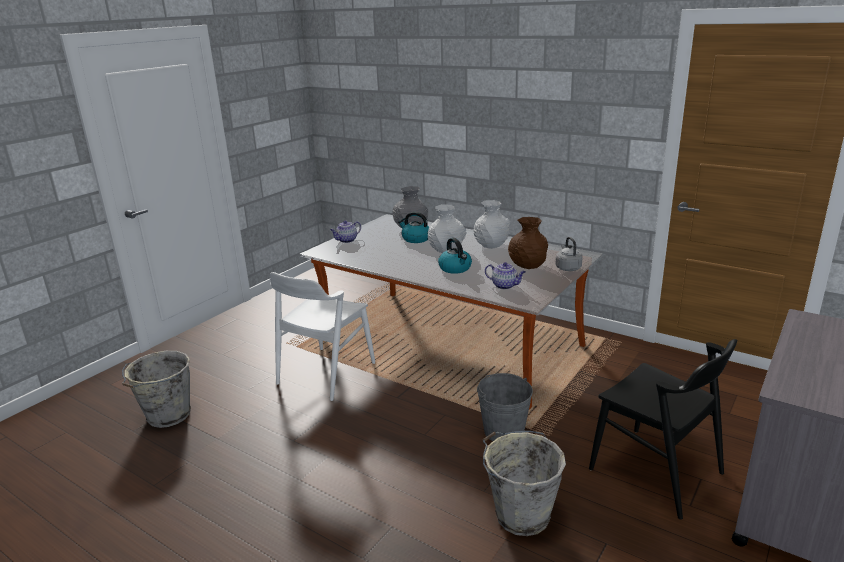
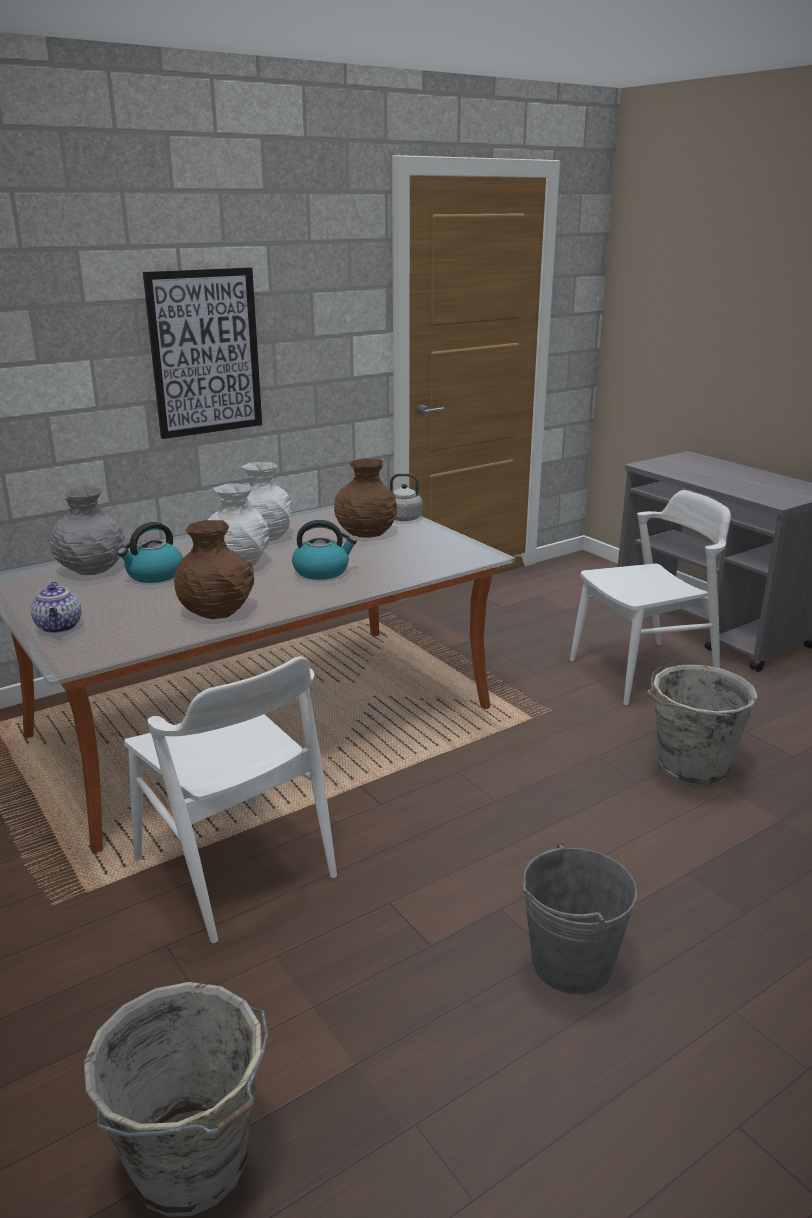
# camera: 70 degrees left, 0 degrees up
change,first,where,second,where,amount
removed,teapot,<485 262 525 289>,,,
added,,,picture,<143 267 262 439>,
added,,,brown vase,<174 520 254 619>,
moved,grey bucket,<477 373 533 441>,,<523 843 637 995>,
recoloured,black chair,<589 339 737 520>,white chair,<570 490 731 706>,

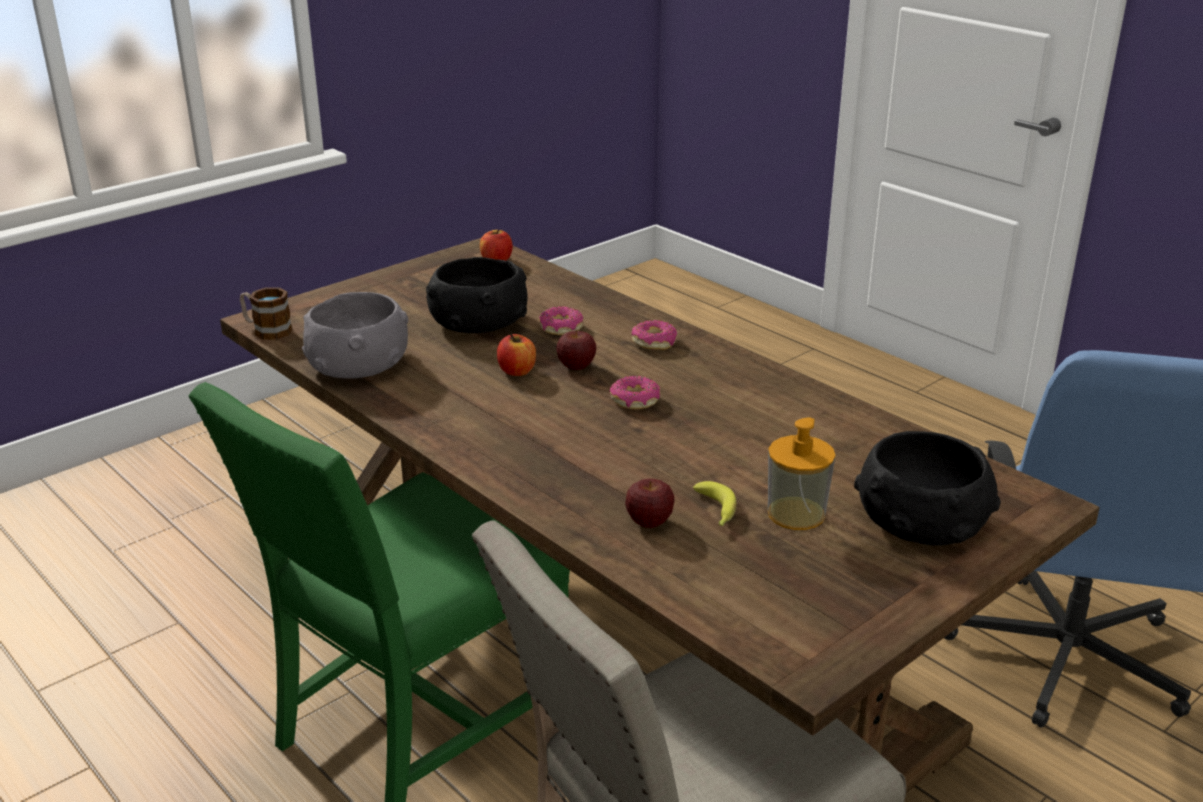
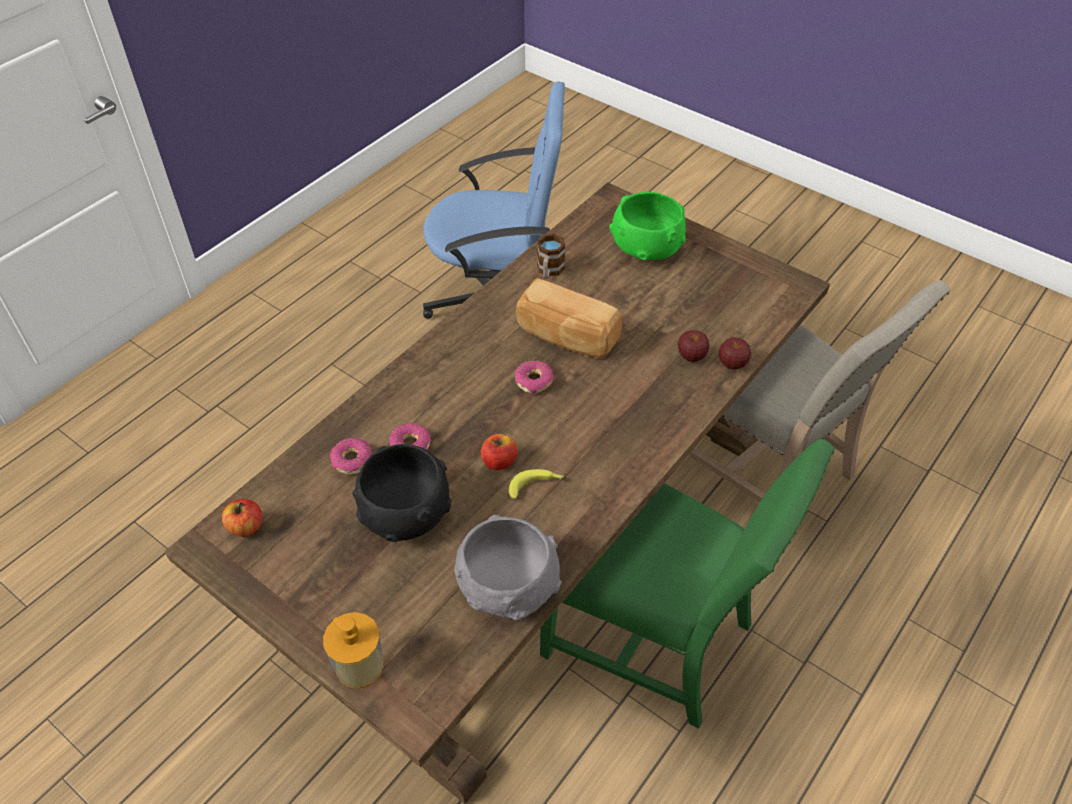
# camera: 100 degrees left, 20 degrees up
change,first,where,second,where,amount
added,,,bread,<516 278 622 358>,
moved,mug,<240 287 292 340>,,<537 234 565 279>,
moved,apple,<556 330 597 370>,,<719 338 751 369>,
moved,donut,<632 320 677 350>,,<330 438 372 475>,
moved,banana,<693 481 736 526>,,<509 469 564 499>,
moved,soap dispenser,<768 417 835 530>,,<323 612 383 689>,
recoloured,black bowl,<854 431 1001 546>,green bowl,<609 192 686 260>,

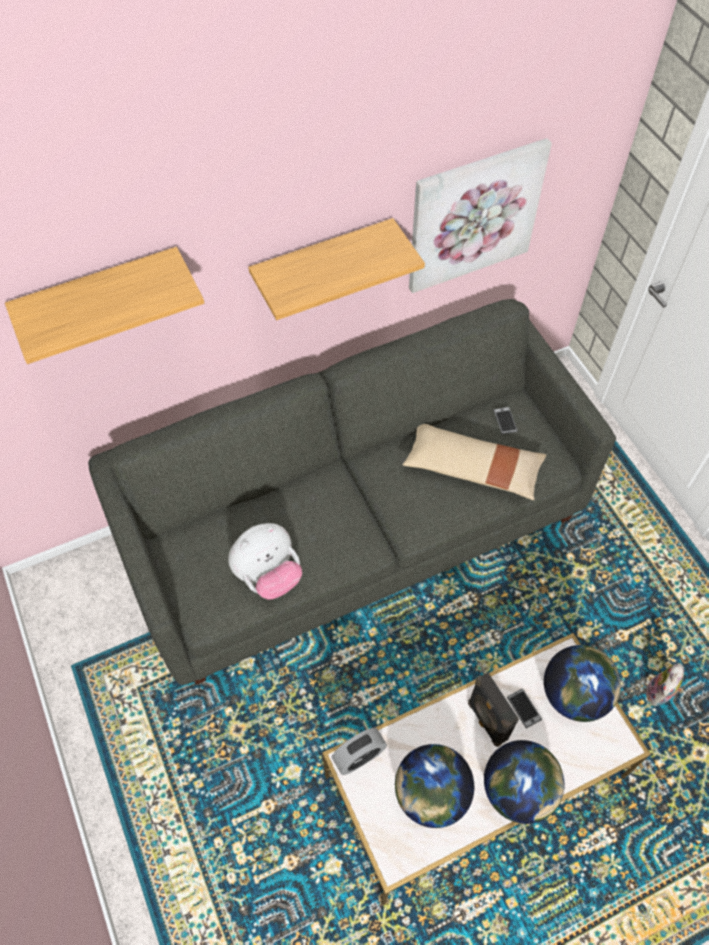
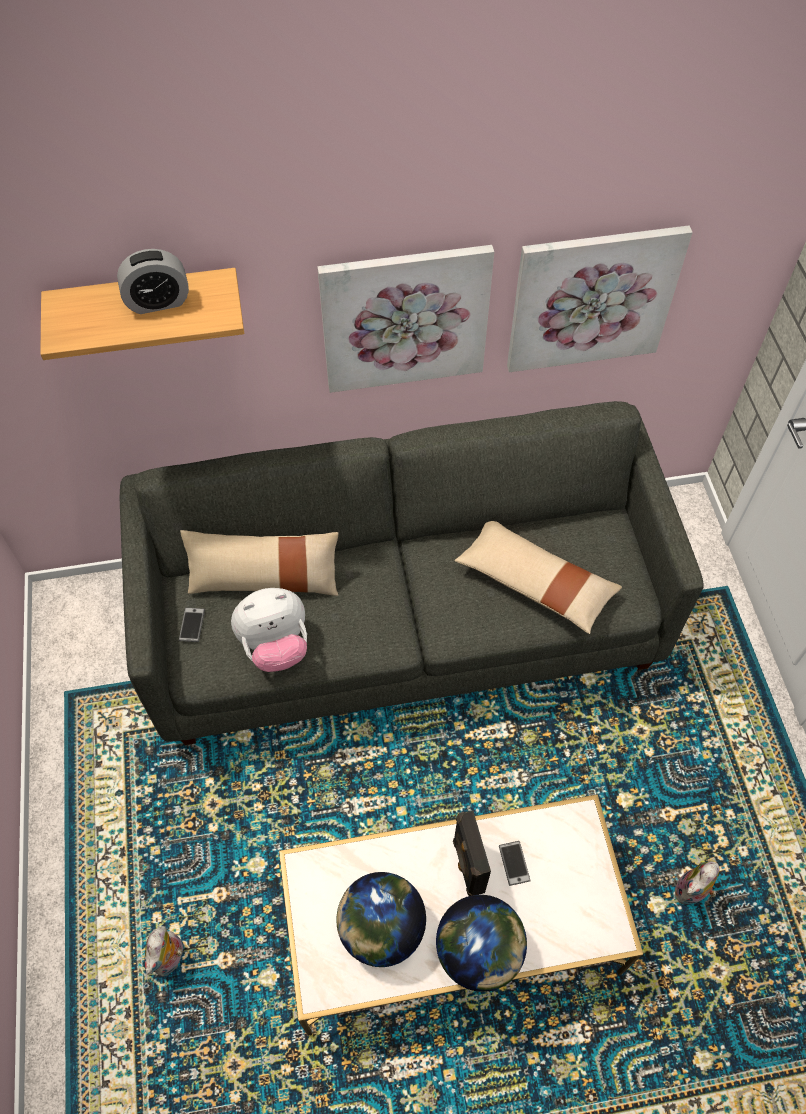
# camera: 15 degrees right, 0 degrees up
change,first,where,second,where,amount
removed,globe,<544 645 621 722>,,,
added,,,plush toy,<144 926 184 977>,
added,,,beige pillow,<180 530 338 596>,
moved,alarm clock,<332 727 387 775>,,<117 249 189 314>,
moved,phone,<493 407 518 435>,,<179 608 205 642>,
replaced,shelf,<248 218 425 320>,picture,<317 245 494 393>,

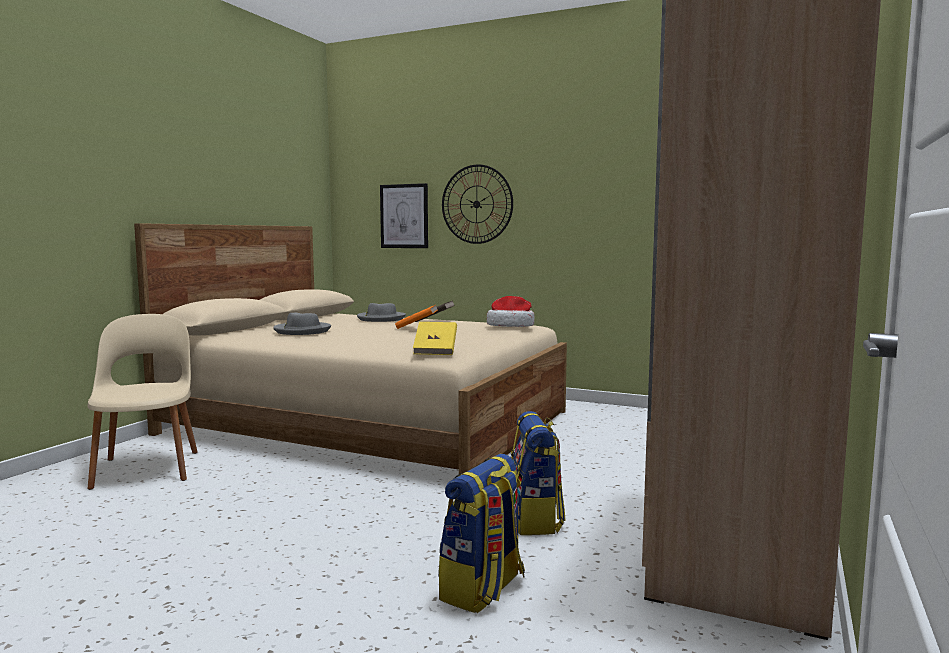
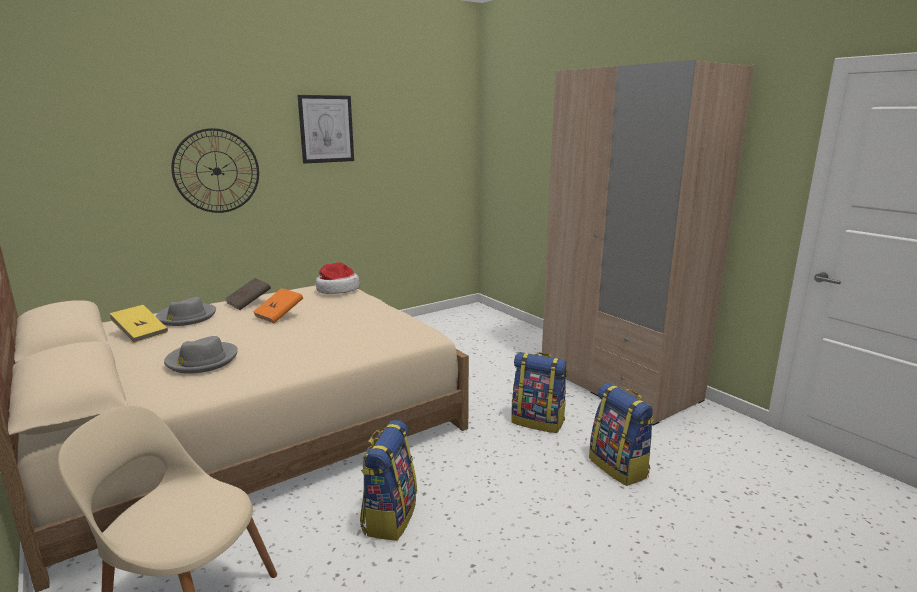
# camera: 60 degrees left, 10 degrees up
change,first,where,second,where,amount
added,,,backpack,<360 420 417 541>,
moved,picture,<380 183 428 248>,,<297 95 354 163>,
moved,yellow book,<413 322 457 355>,,<109 305 168 343>,

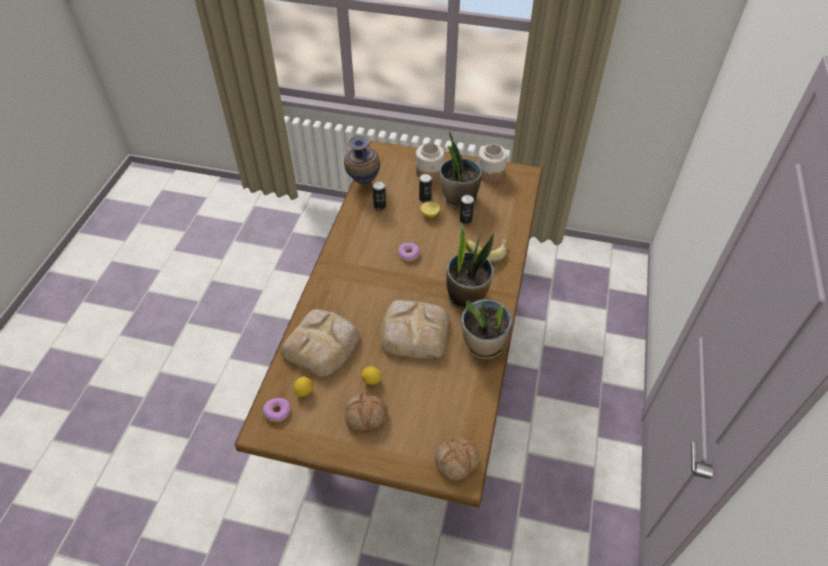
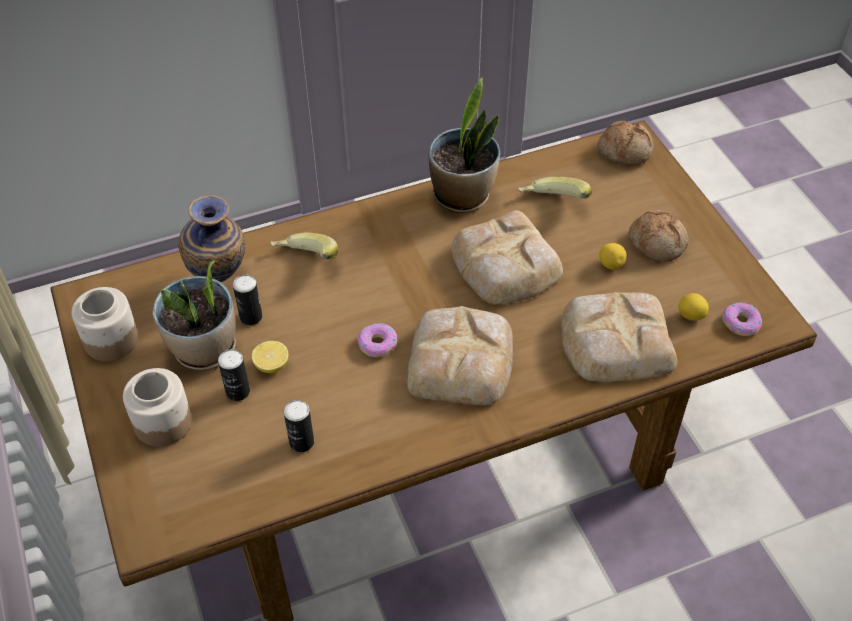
# camera: 125 degrees left, 0 degrees up
change,first,where,second,where,amount
removed,potted plant,<446 223 494 309>,,,
added,,,bread,<407 306 513 405>,
added,,,banana,<517 177 592 199>,
moved,vase,<344 135 380 185>,,<178 195 245 282>,

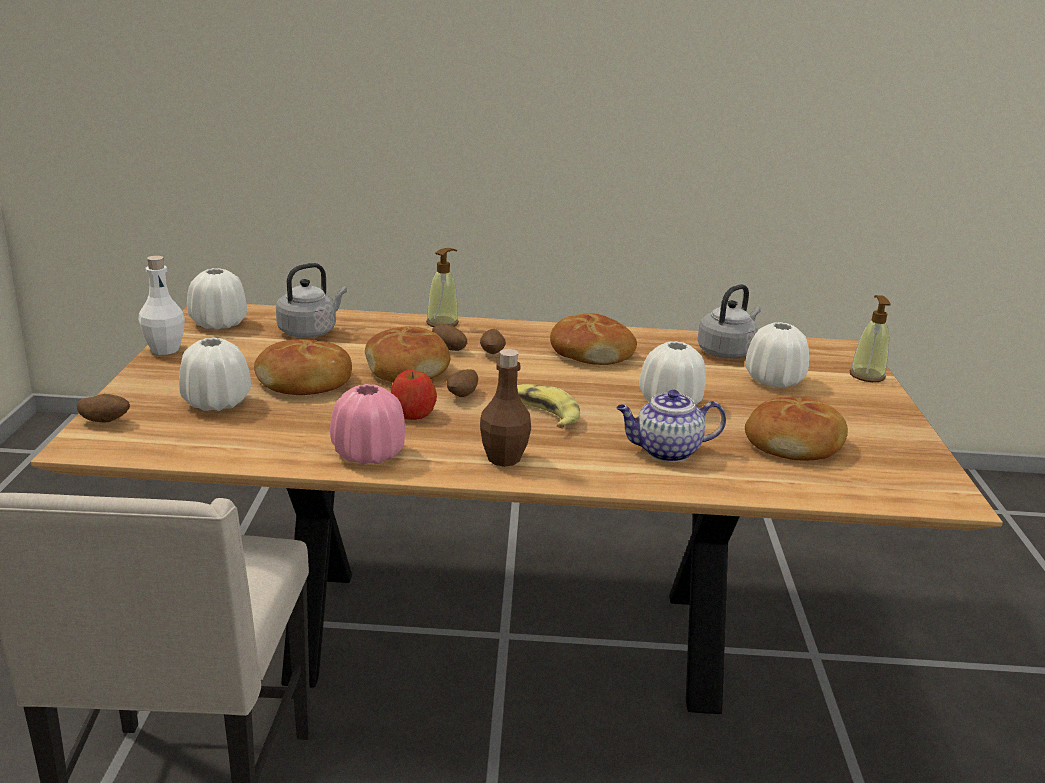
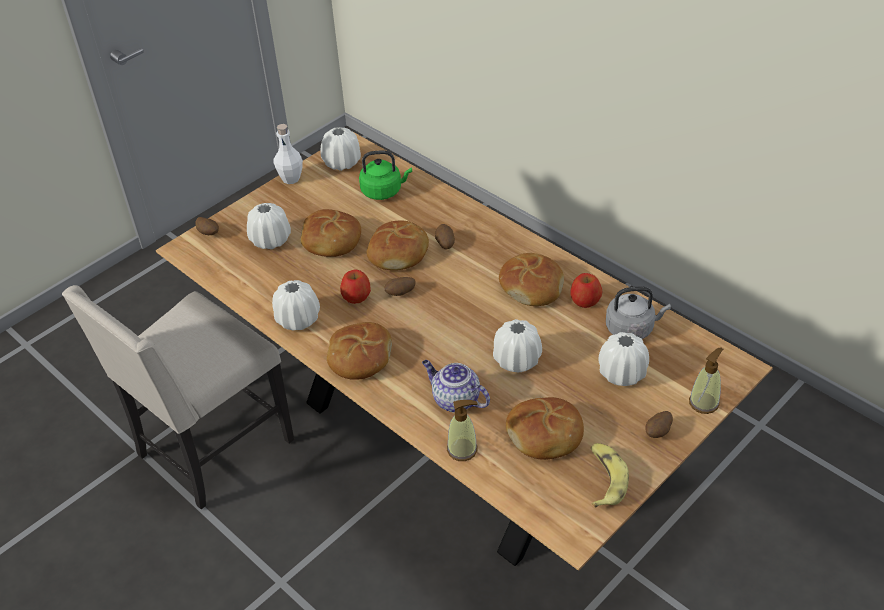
# camera: 45 degrees right, 20 degrees up
change,first,where,second,where,amount
added,,,apple,<570 273 603 308>,
moved,soap dispenser,<426 248 459 327>,,<447 400 478 461>,
moved,potato,<480 329 506 354>,,<646 411 673 438>,
moved,banana,<517 384 580 428>,,<591 443 629 508>,
replaced,brown bottle,<480 349 531 467>,bread,<327 322 392 380>,
recoloured,grey kettle,<276 263 347 338>,green kettle,<359 151 412 200>,
recoloured,pink vase,<330 384 405 465>,white vase,<272 280 320 331>,

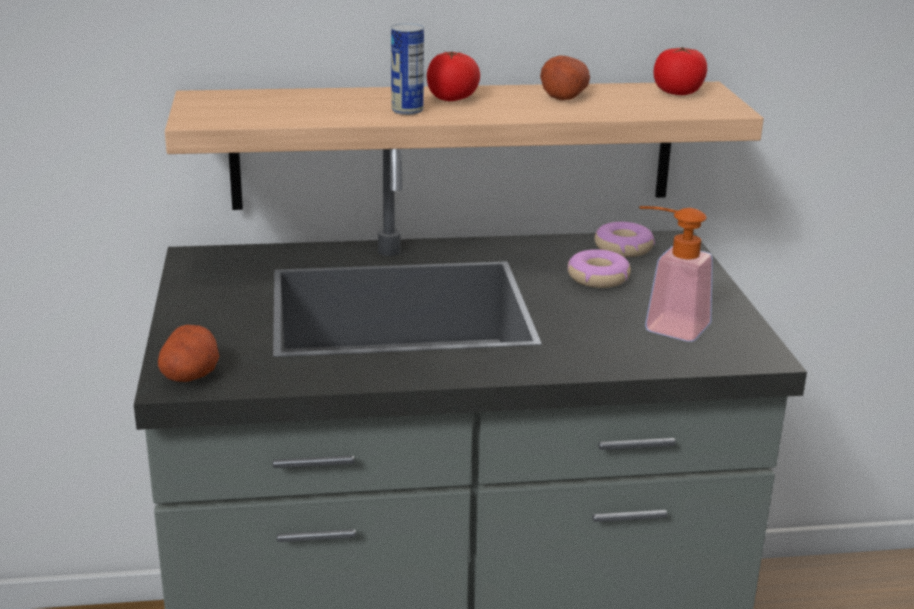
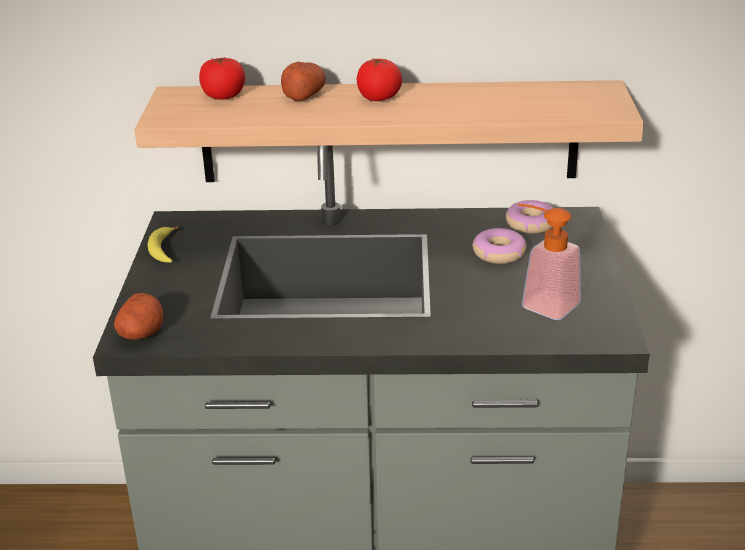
# camera: 10 degrees right, 5 degrees up
change,first,where,second,where,amount
removed,can,<391 23 424 115>,,,
added,,,banana,<148 226 178 263>,
moved,potato,<540 55 590 100>,,<281 62 326 101>,
moved,tomato,<654 47 707 95>,,<199 57 245 100>,

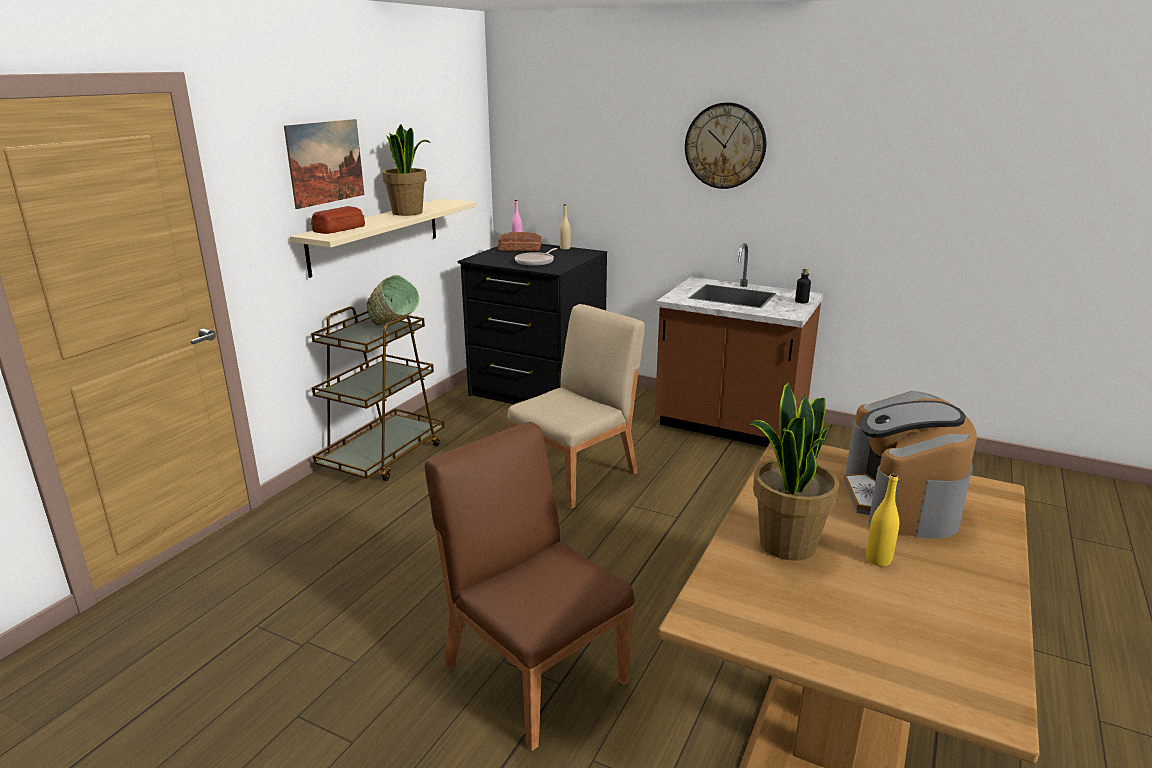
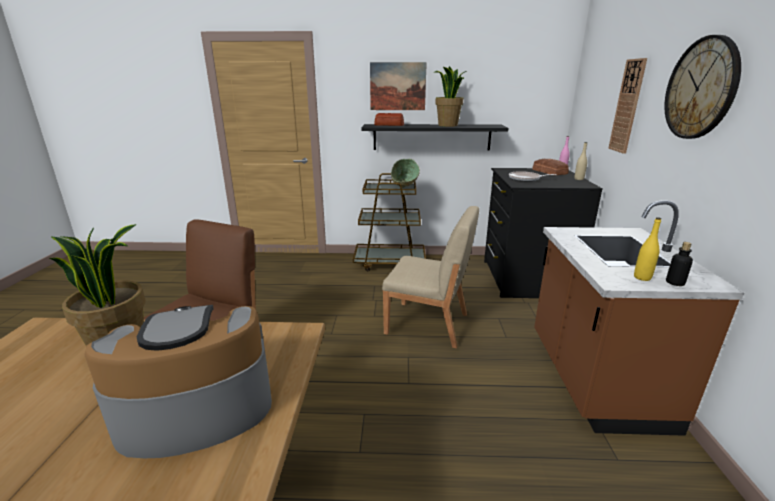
# camera: 65 degrees right, 0 degrees up
change,first,where,second,where,amount
added,,,wall clock,<608 58 647 154>,
moved,yellow bottle,<866 472 899 567>,,<634 217 661 281>,
recoloured,beige shelf,<290 199 476 278>,black shelf,<361 124 509 151>,

